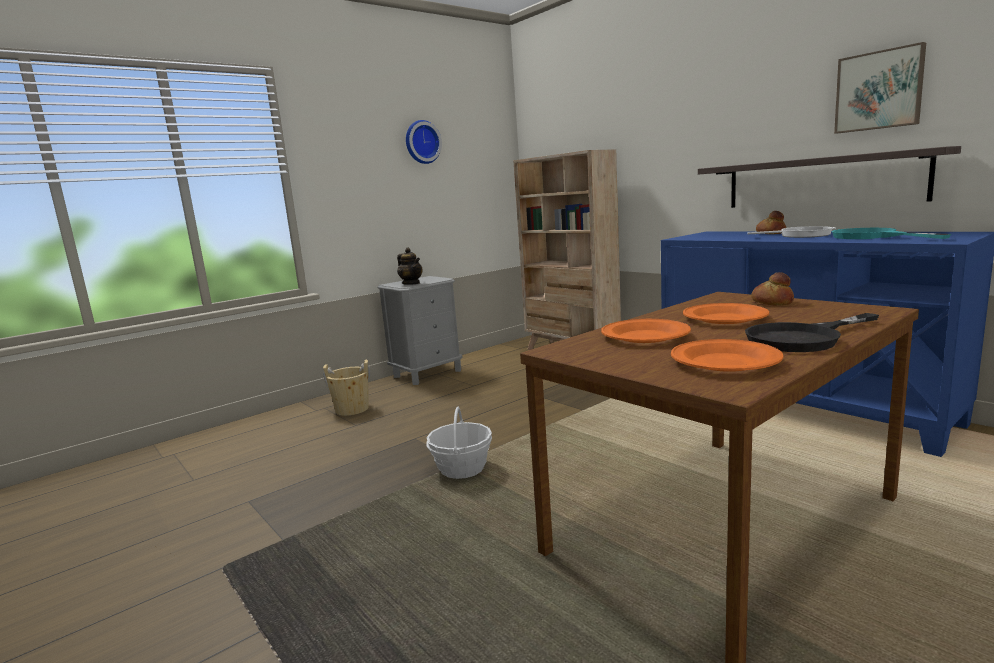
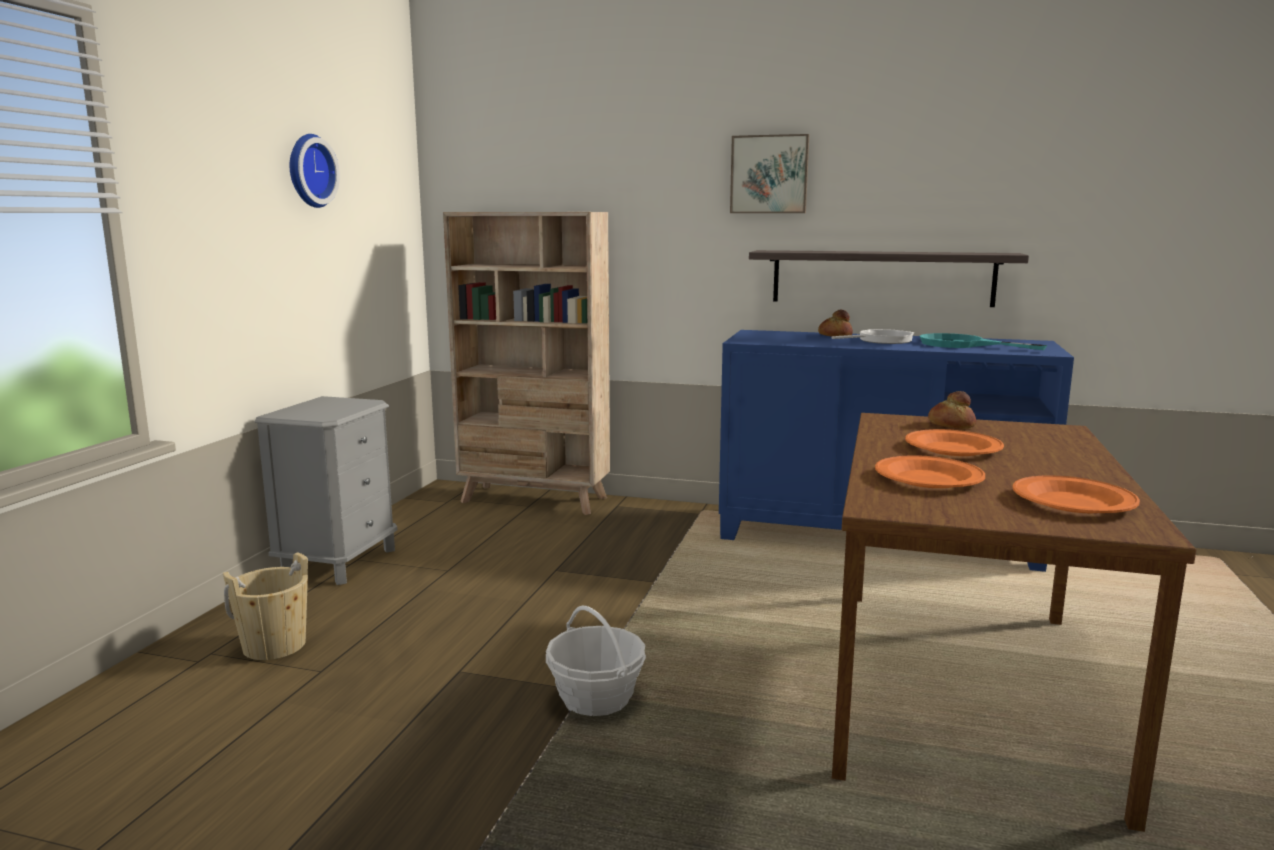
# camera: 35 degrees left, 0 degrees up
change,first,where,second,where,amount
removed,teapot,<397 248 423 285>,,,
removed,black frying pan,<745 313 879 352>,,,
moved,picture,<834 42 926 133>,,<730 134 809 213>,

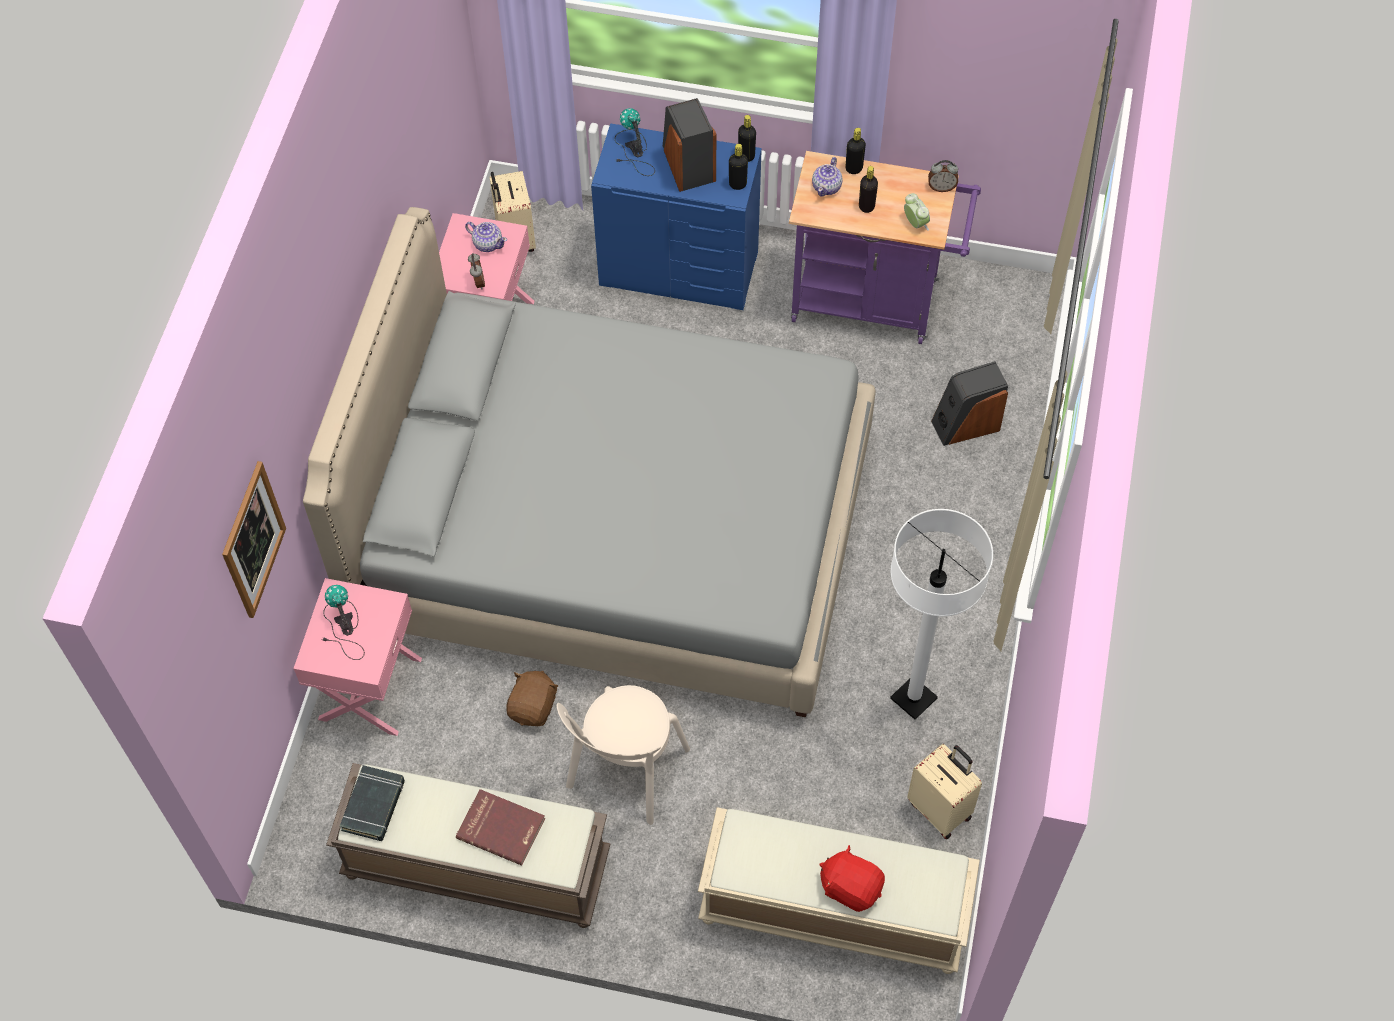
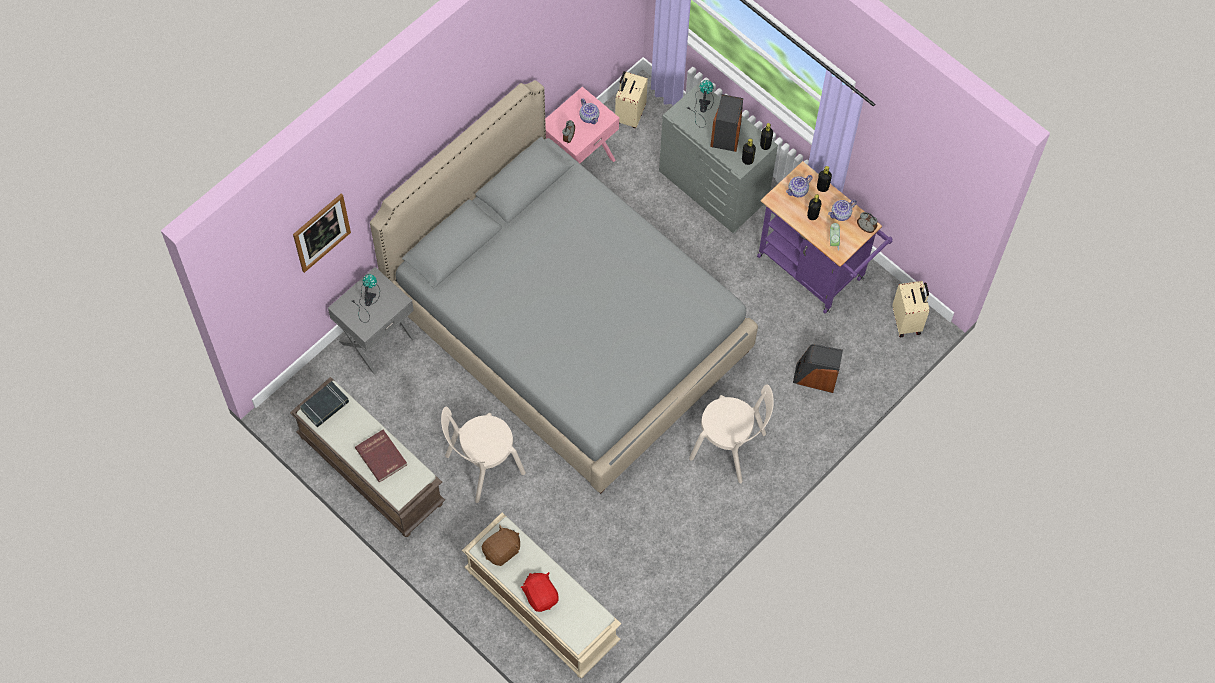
# camera: 30 degrees right, 5 degrees up
change,first,where,second,where,amount
removed,white floor lamp,<890 509 993 720>,,,
added,,,beige chair,<689 384 774 483>,
added,,,teapot,<828 200 857 221>,
moved,brown plush toy,<506 670 558 726>,,<482 525 520 566>,
moved,beige suitcase,<907 744 982 839>,,<892 281 929 337>,
recoloured,pink nightstand,<293 578 422 736>,grey nightstand,<328 267 415 375>,
recoloured,blue dresser,<591 123 762 310>,grey dresser,<659 82 778 233>,

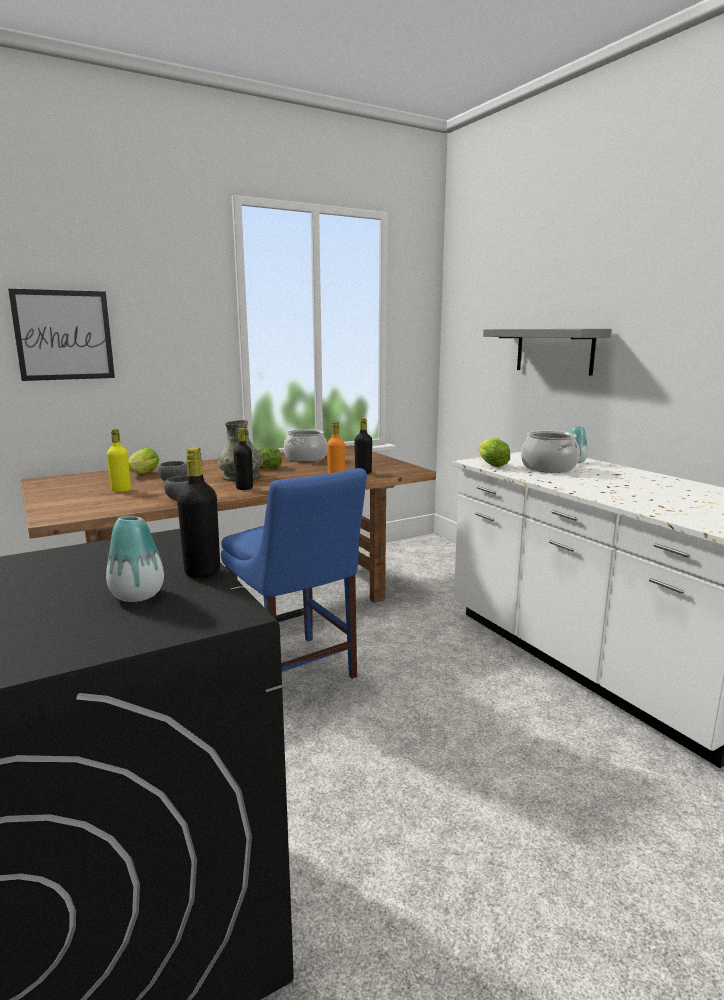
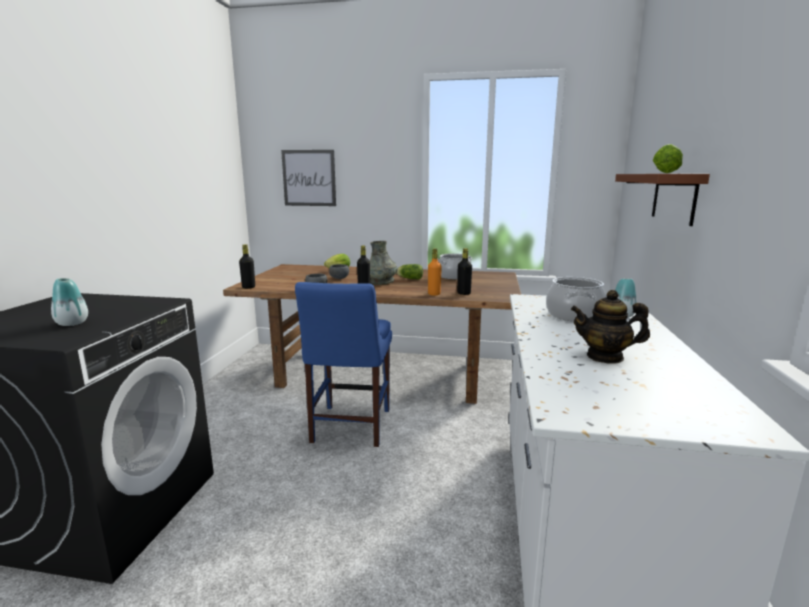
# camera: 40 degrees right, 0 degrees up
change,first,where,second,where,amount
removed,yellow bottle,<107 429 131 492>,,,
added,,,teapot,<571 290 650 364>,
moved,black bottle,<177 447 220 579>,,<239 244 255 289>,
moved,lettuce,<478 438 510 467>,,<653 144 683 173>,
recoloured,grey shelf,<483 329 611 376>,brown shelf,<615 174 710 226>,

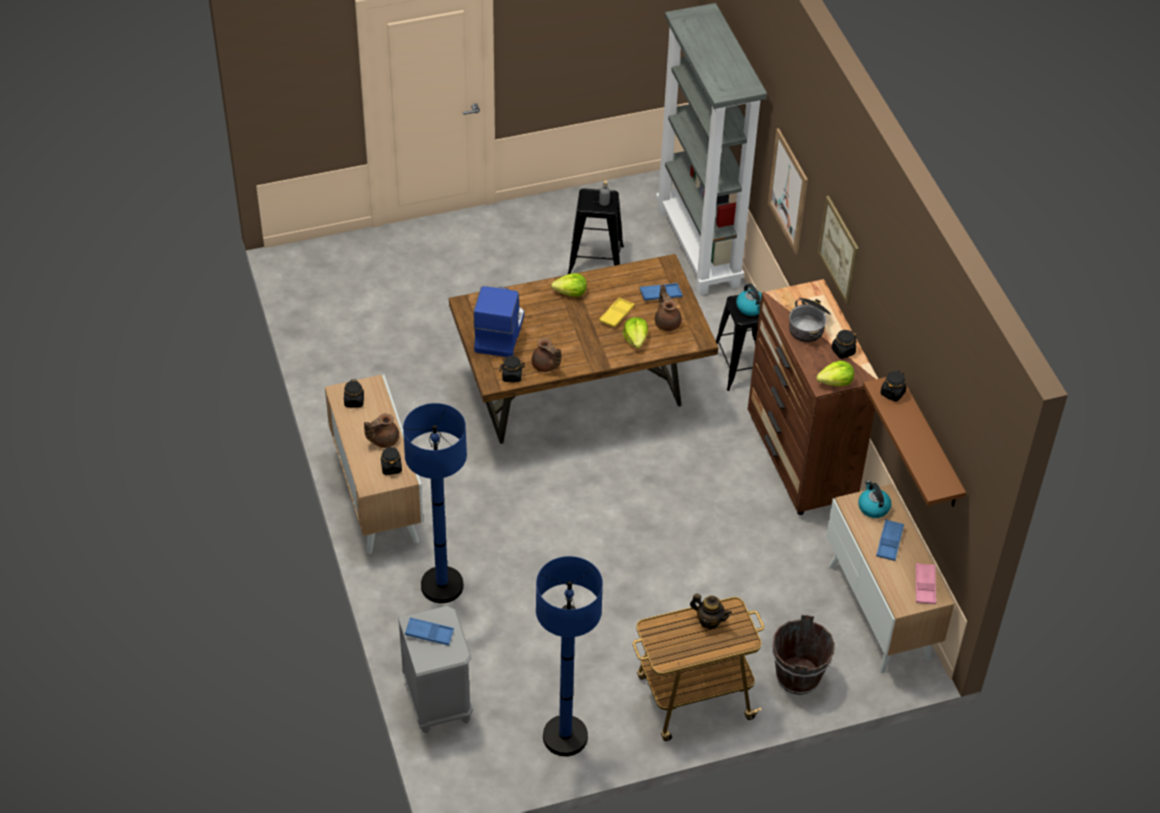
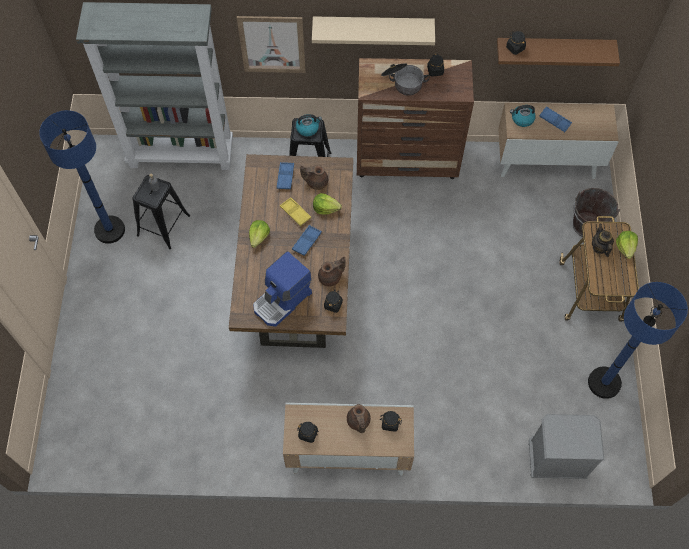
# camera: 70 degrees left, 15 degrees up
change,first,where,second,where,amount
removed,pink tray,<916 563 936 604>,,,
moved,blue floor lamp,<403 403 467 603>,,<39 110 125 244>,
moved,blue tray,<405 617 454 646>,,<292 225 322 256>,
moved,lettuce,<816 361 854 386>,,<616 231 638 259>,
replaced,picture,<818 196 859 305>,beige shelf,<312 16 435 45>,
turned,coffee machine,<473 286 524 357>,,<253 251 312 327>,75 degrees counterclockwise
turned,teapot,<690 593 732 629>,,<592 224 614 257>,60 degrees counterclockwise

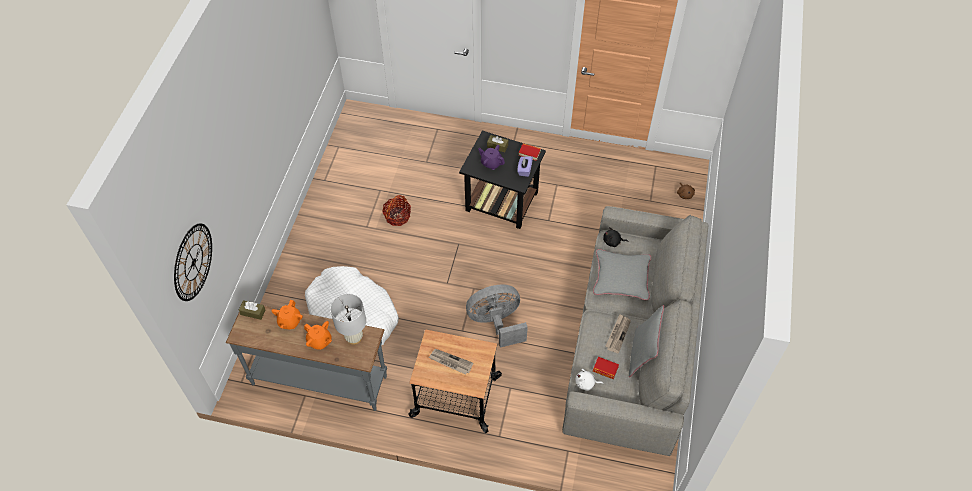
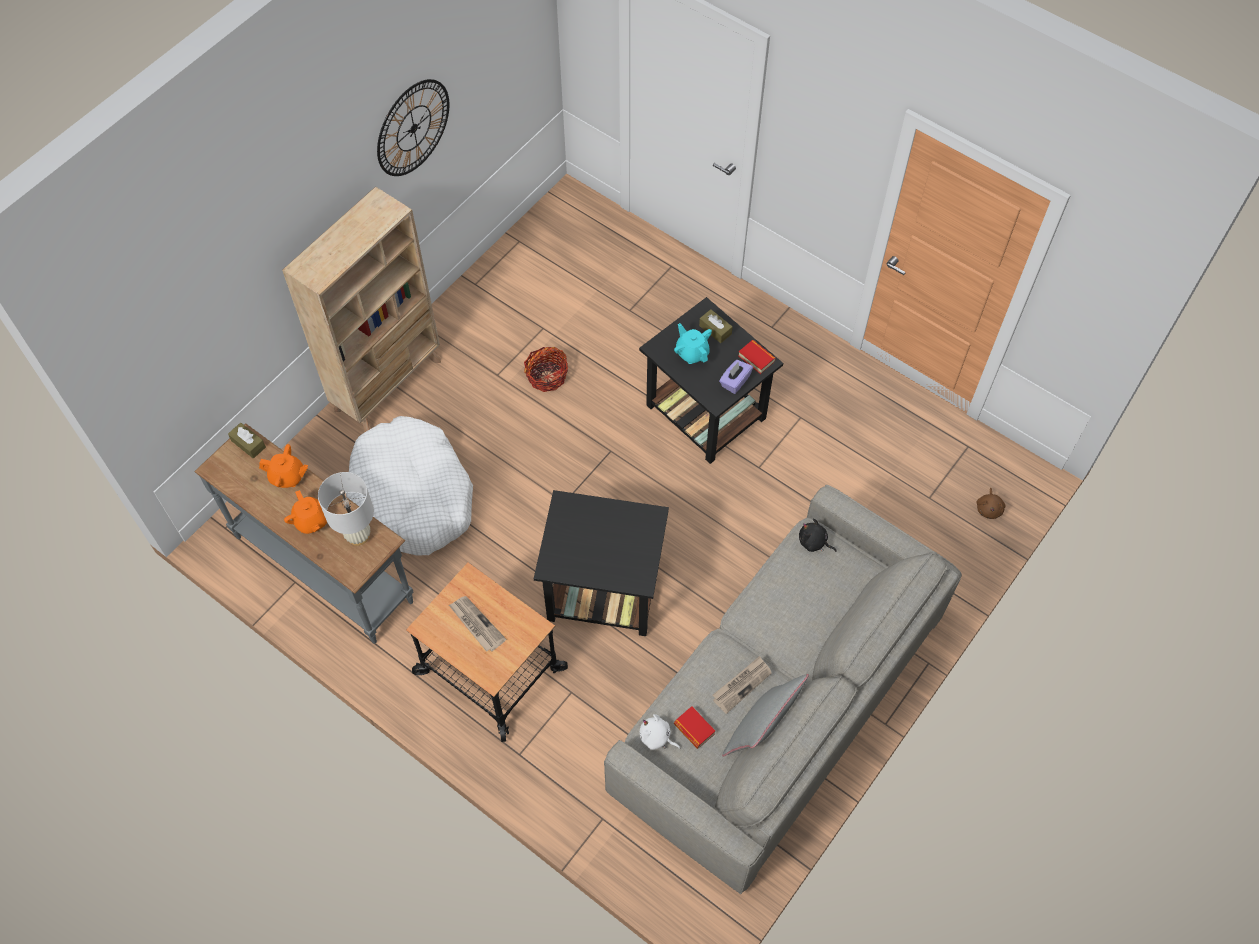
# camera: 25 degrees right, 5 degrees up
change,first,where,second,where,amount
removed,grey pillow,<593 249 651 300>,,,
added,,,beige bookcase,<282 186 441 433>,
moved,wall clock,<174 223 212 301>,,<377 79 449 176>,
replaced,grey fan,<466 285 528 348>,black side table,<534 490 669 636>,
recoloured,purple teapot,<478 145 505 170>,turquoise teapot,<674 323 712 364>,
turned,orange teapot,<272 300 303 329>,,<259 444 308 488>,120 degrees counterclockwise

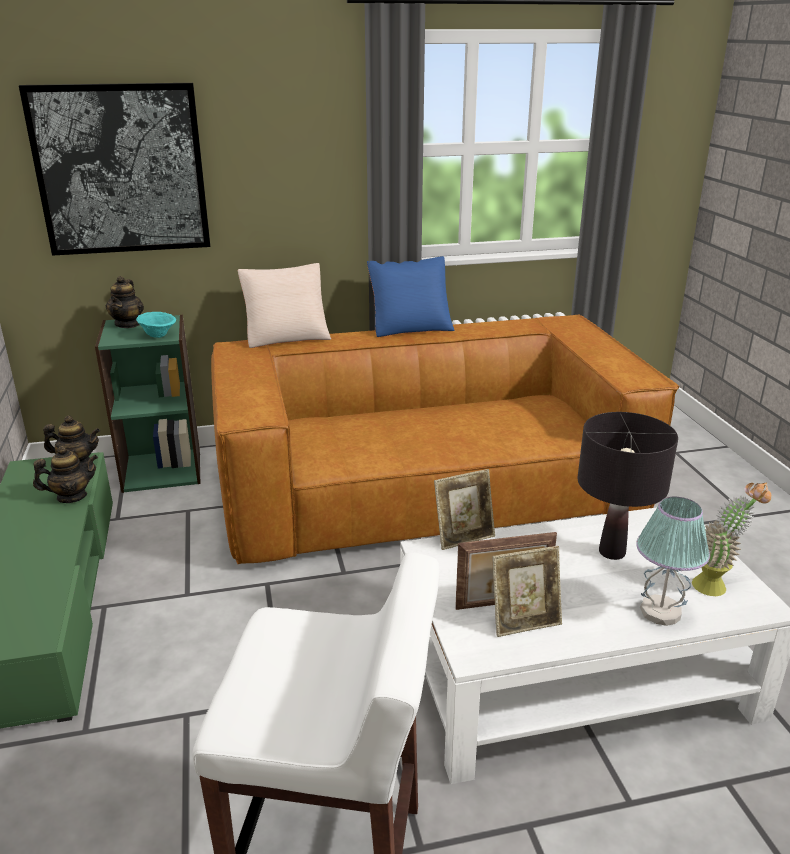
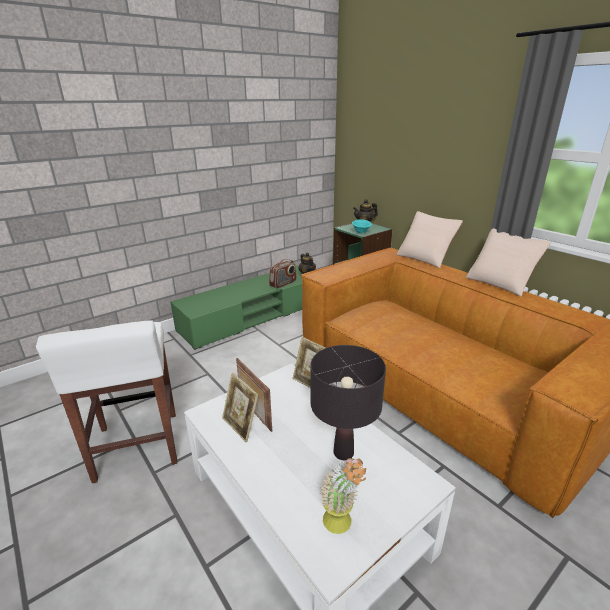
# camera: 65 degrees right, 0 degrees up
change,first,where,second,where,amount
removed,picture,<19 83 210 256>,,,
removed,table lamp,<636 497 710 626>,,,
replaced,teapot,<33 446 98 503>,radio,<269 259 297 289>,
recoloured,blue pillow,<367 256 454 337>,beige pillow,<466 228 551 296>,

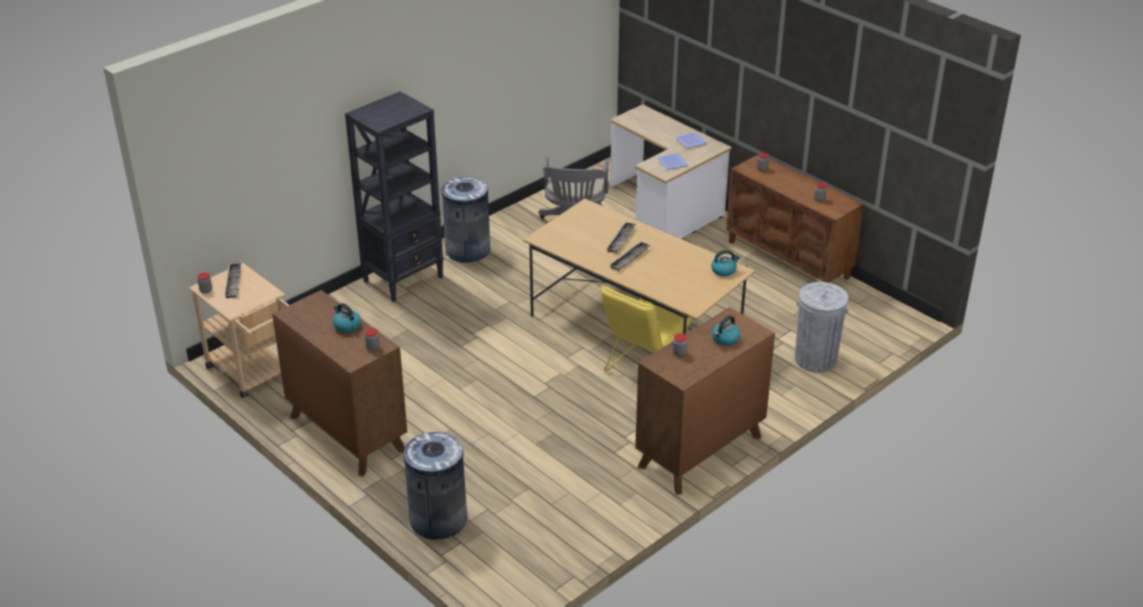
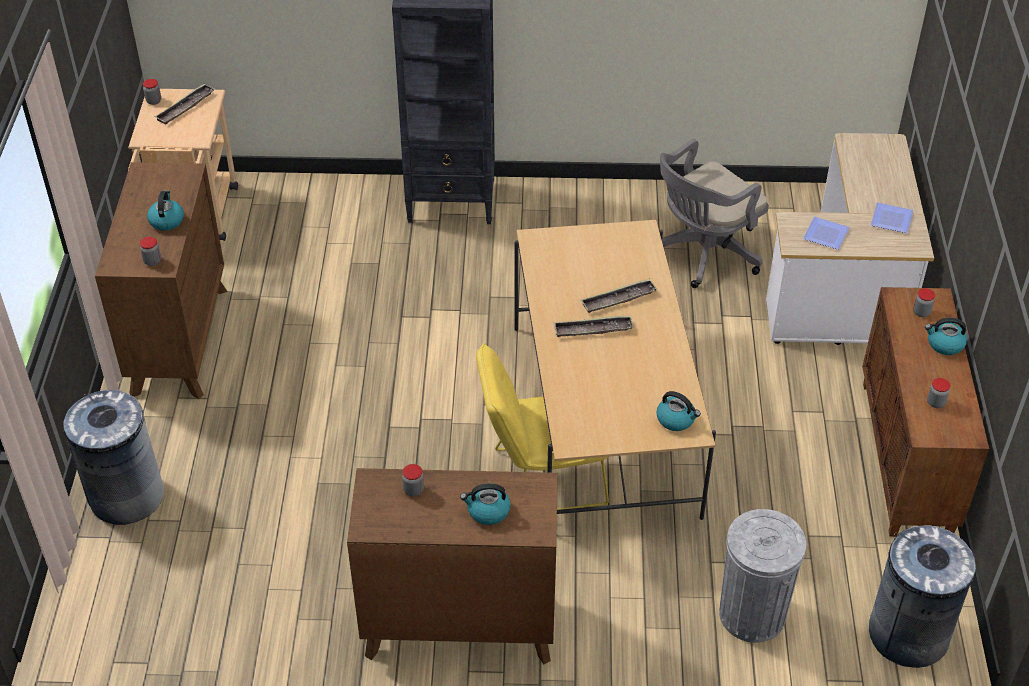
# camera: 45 degrees right, 10 degrees up
change,first,where,second,where,amount
added,,,kettle,<925 318 967 355>,
moved,grey trash can,<441 177 491 263>,,<869 525 976 668>,

